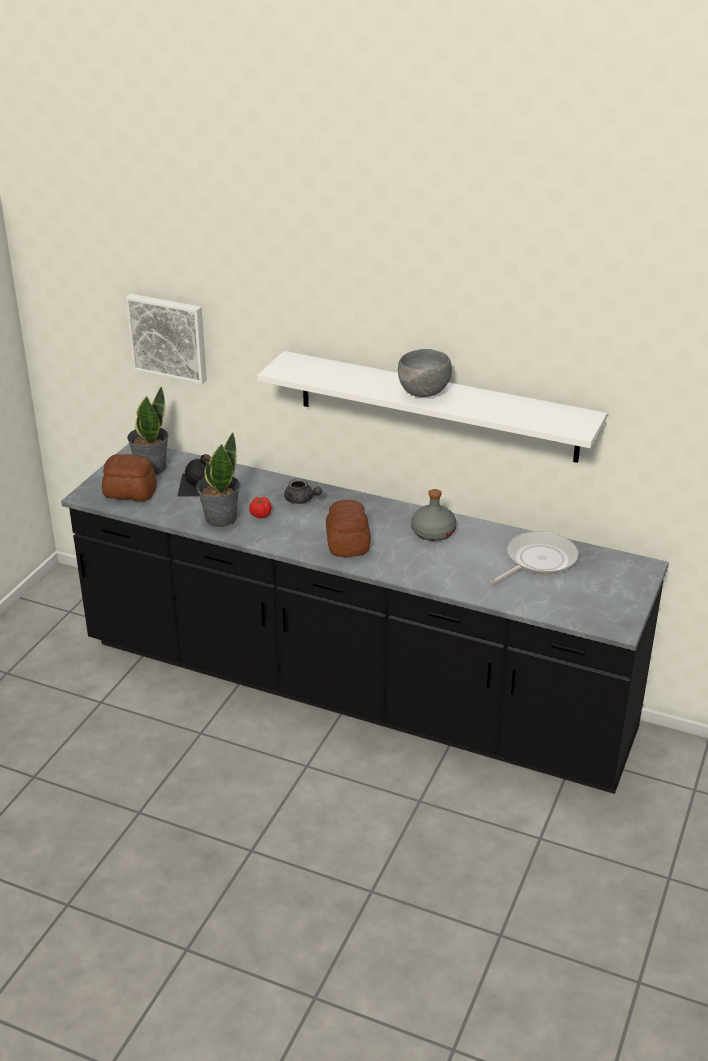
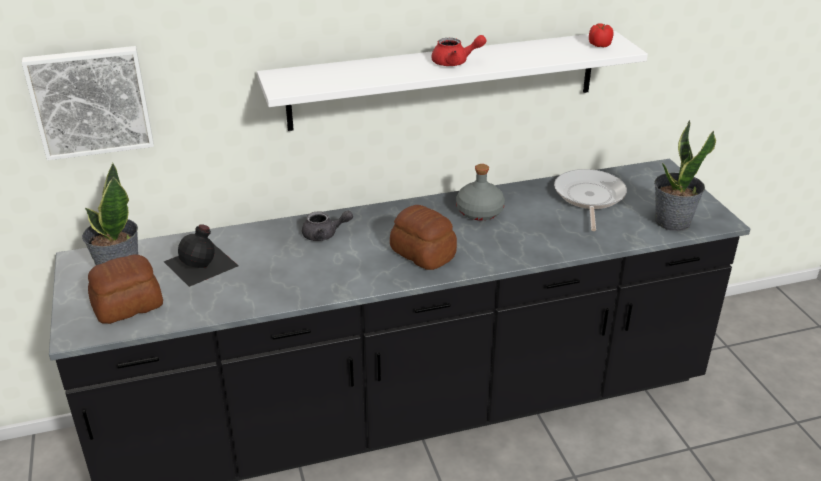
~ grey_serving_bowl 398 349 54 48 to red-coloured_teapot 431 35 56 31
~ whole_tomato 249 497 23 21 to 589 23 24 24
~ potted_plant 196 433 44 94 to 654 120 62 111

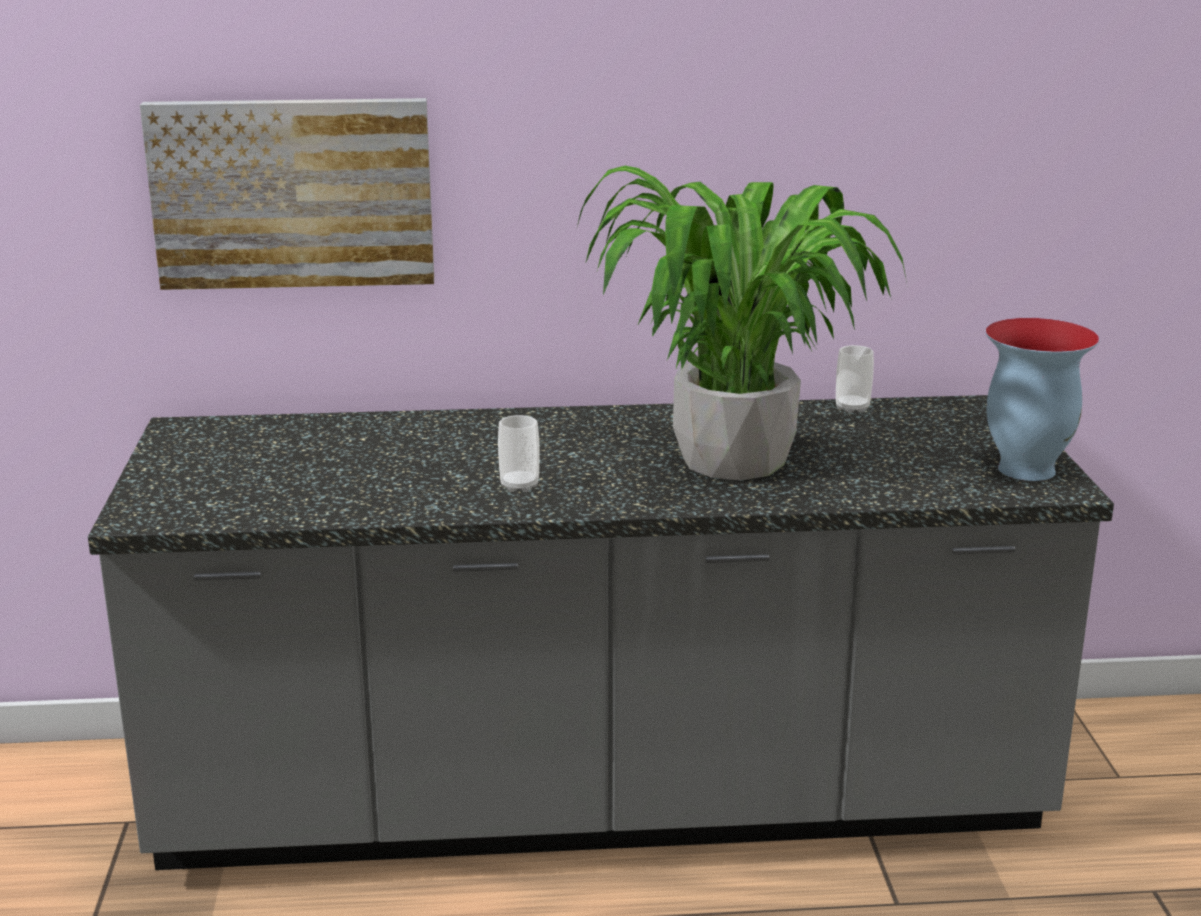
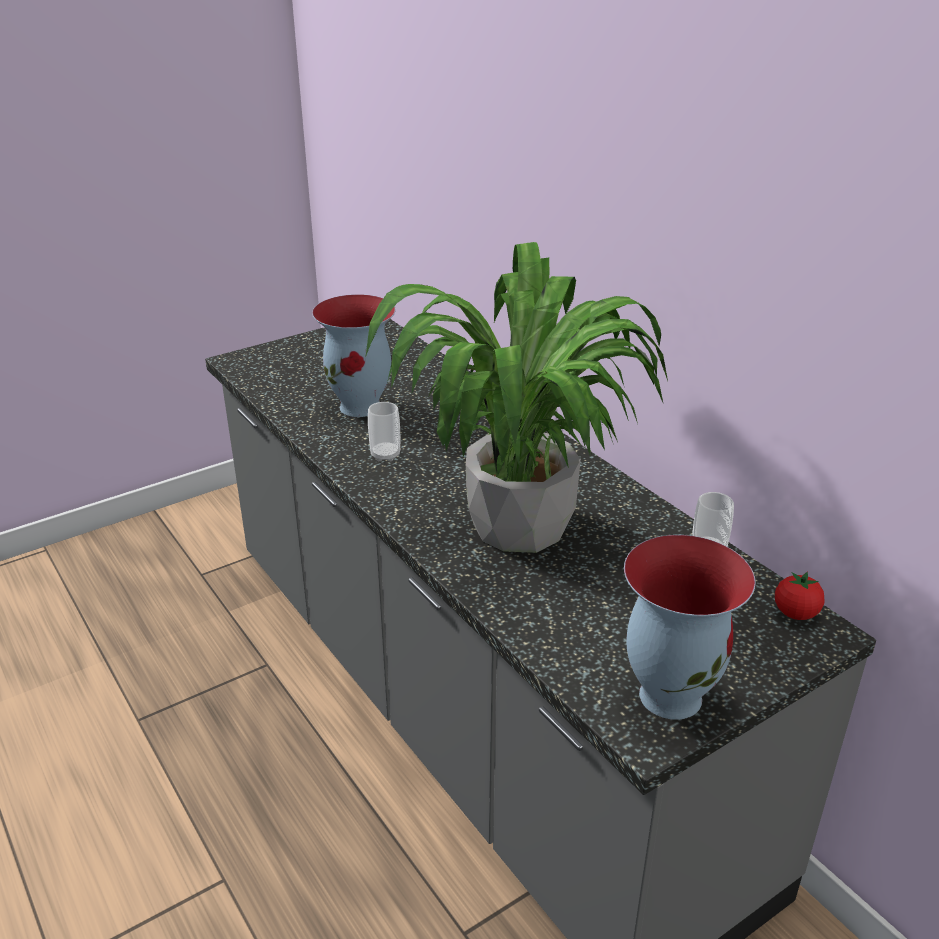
+ flower_vase 312 294 84 123
+ whole_tomato 775 572 50 48
- picture 140 98 294 192

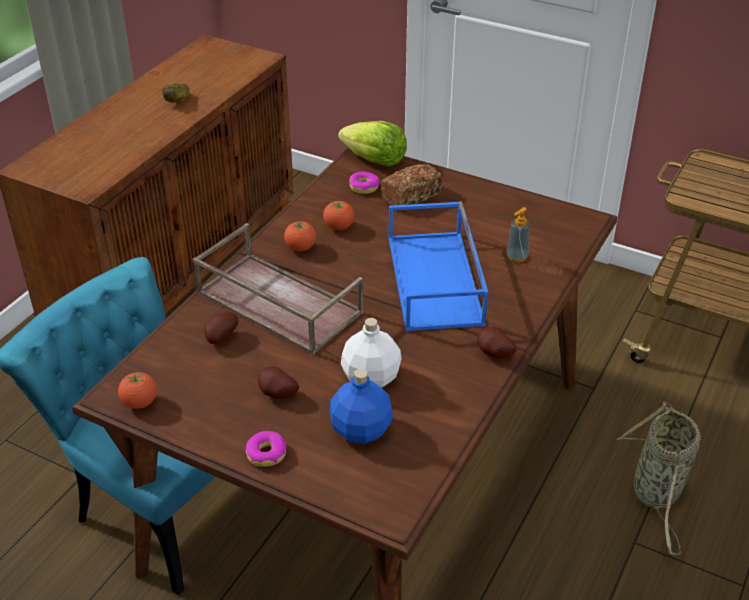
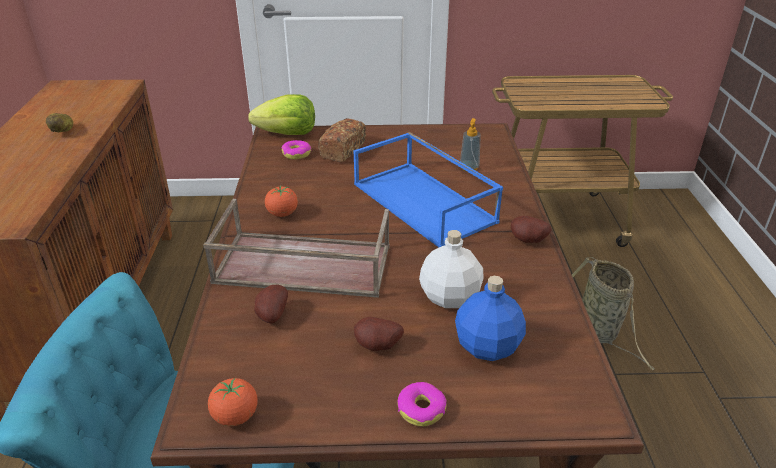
- whole_tomato 323 201 31 29

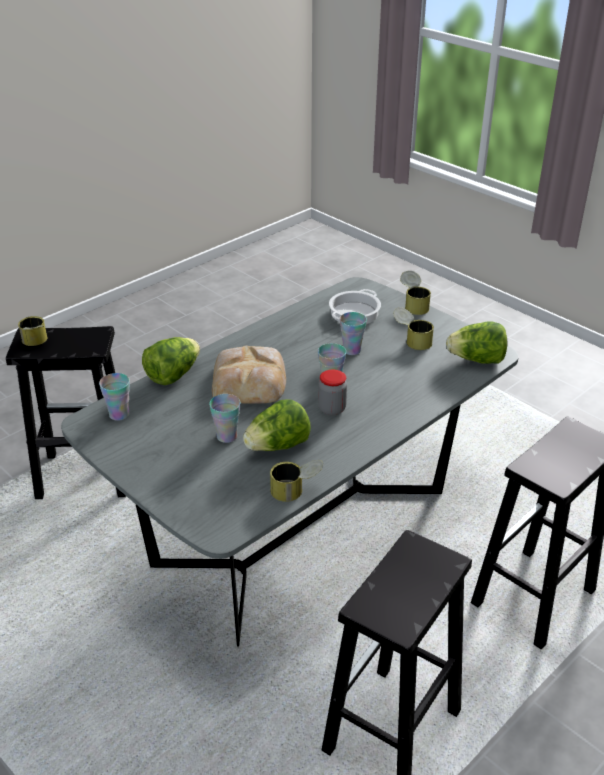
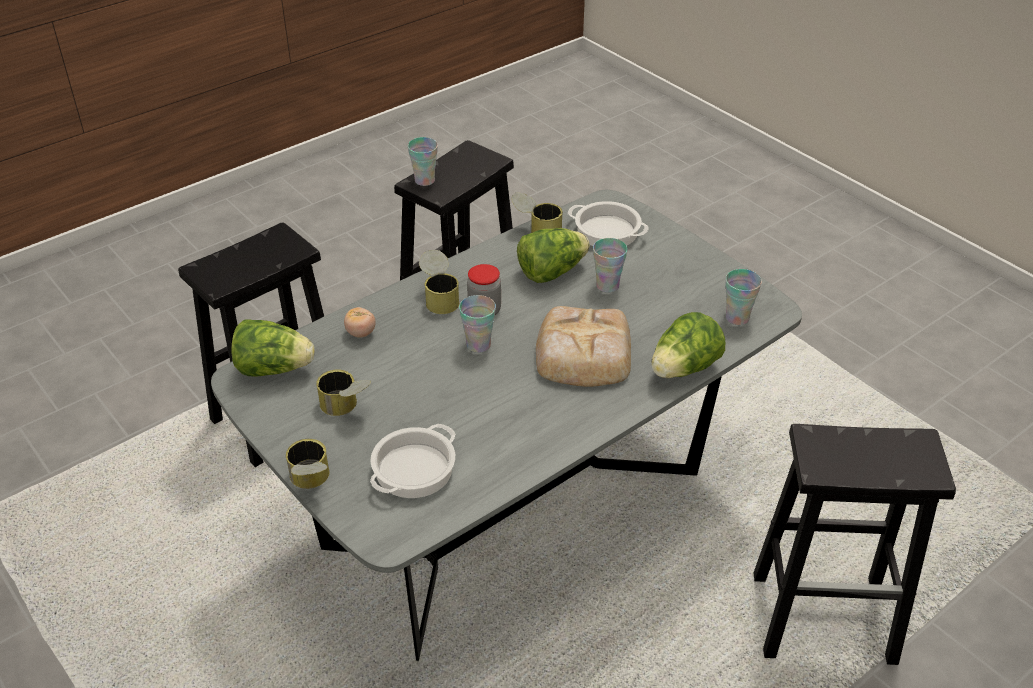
+ whole_tomato 344 307 32 31
~ cup 340 312 27 43 to 408 137 30 49
~ metal_can 18 316 30 30 to 419 250 40 64
+ stockpot 568 201 81 45

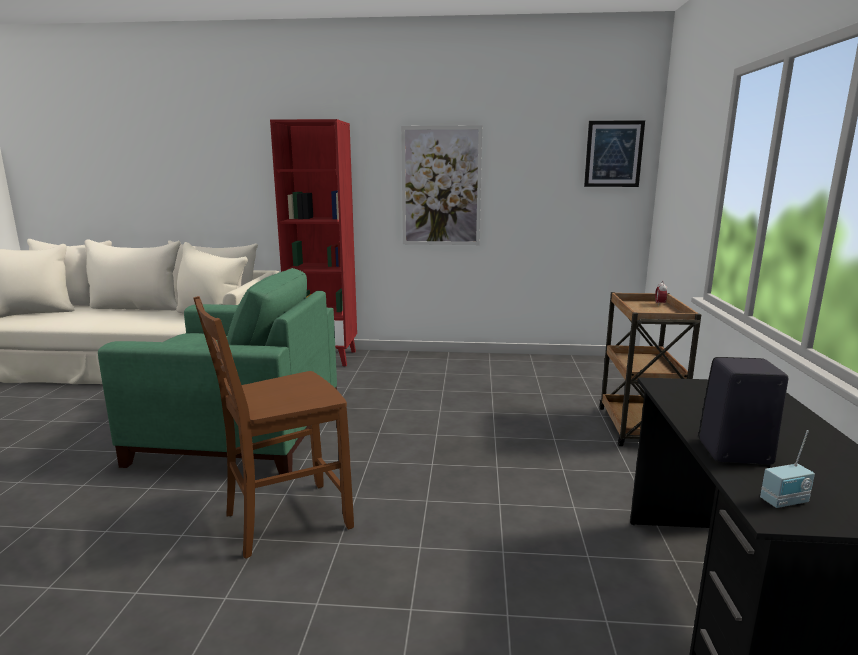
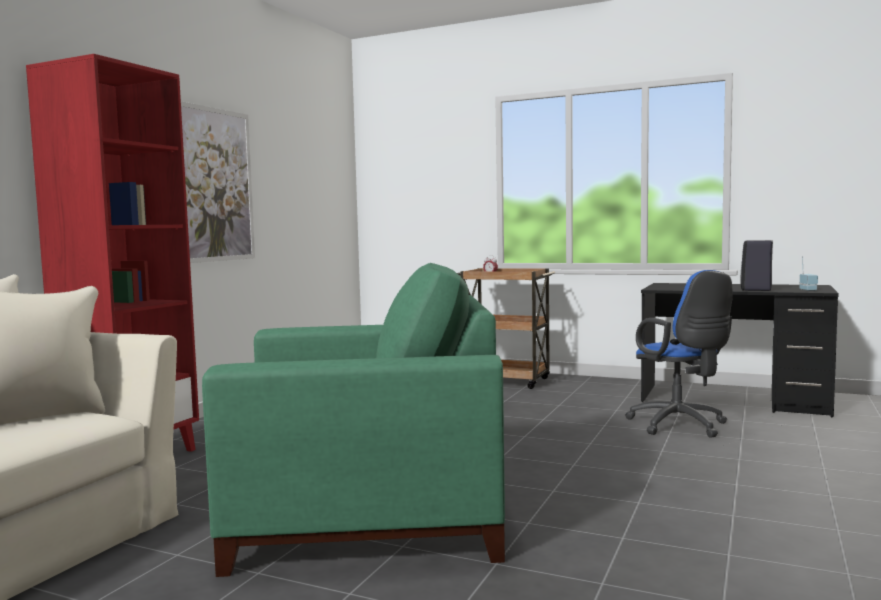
~ green_lounge_chair 98 268 239 207 = 202 263 303 314 60 degrees clockwise
+ blue-coloured_office_chair 625 270 108 168
- brownish_upright_chair 194 296 160 263
- picture 584 120 61 67

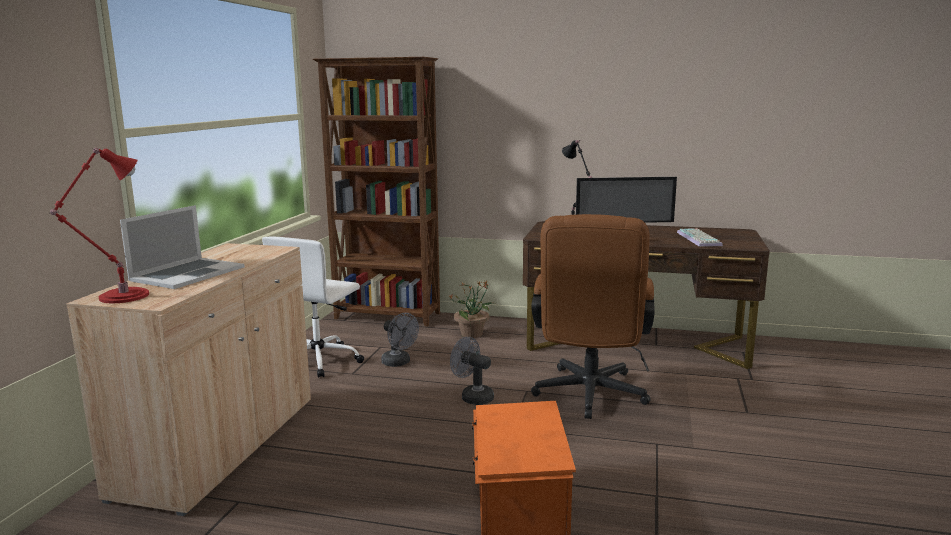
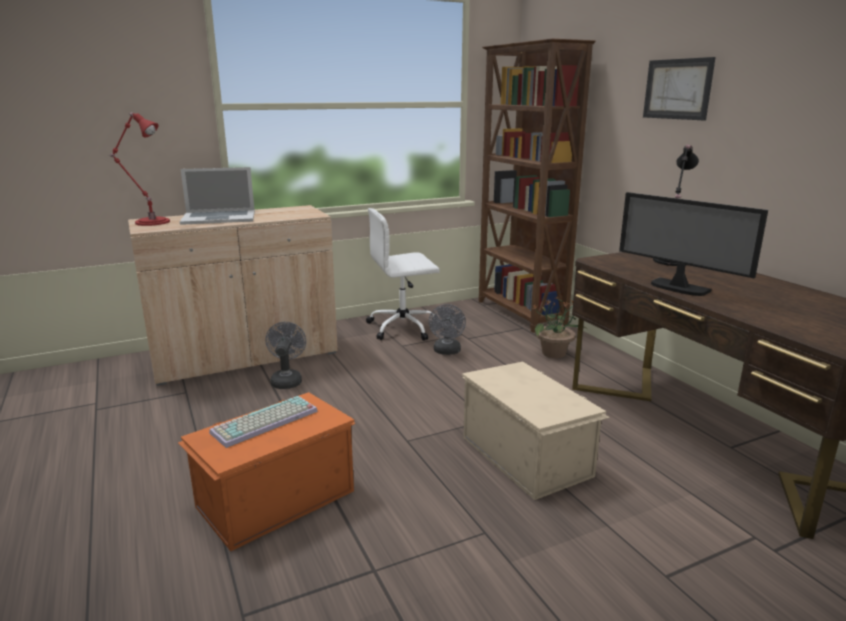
~ keyboard 677 228 46 19 to 209 396 109 52
~ grey_electric_fan 450 337 44 68 to 266 322 40 67
~ brownish_office_chair 531 214 124 205 to beige_storage_box 462 362 148 138
+ picture 643 57 73 63

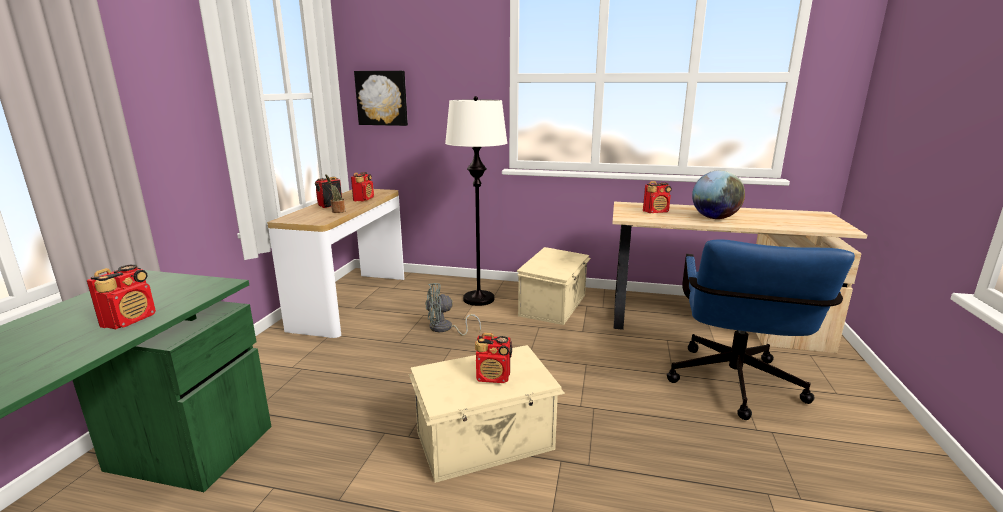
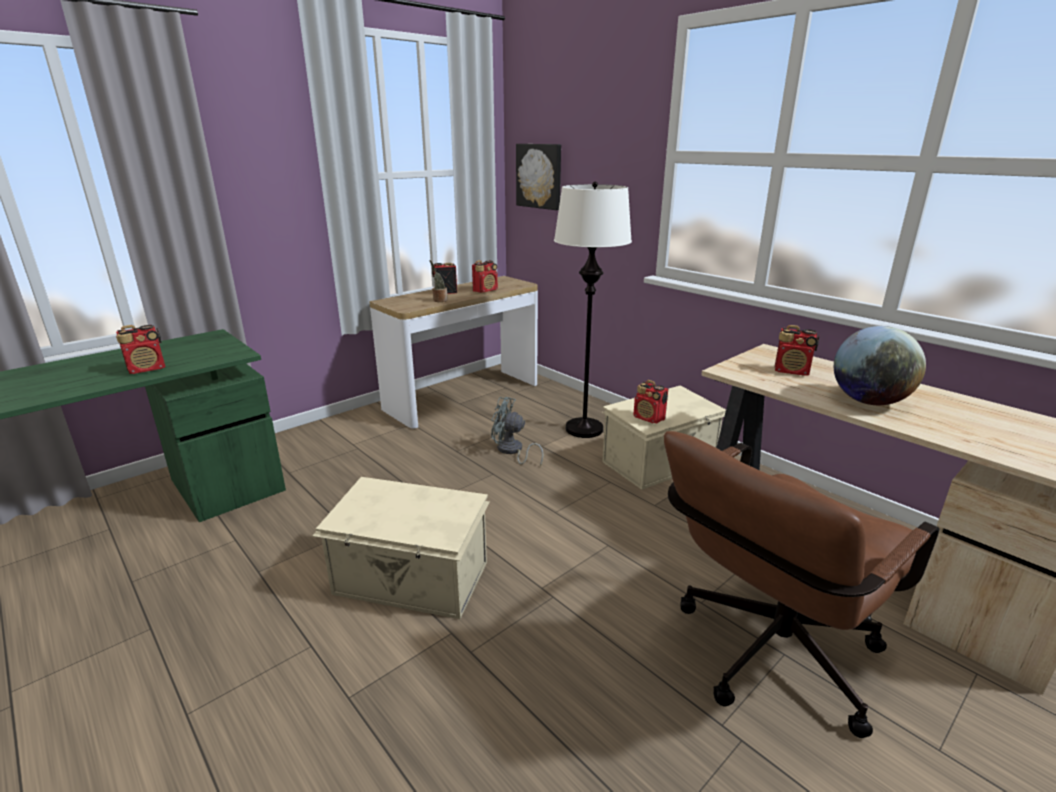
~ radio_set 475 333 37 50 to 633 380 35 44
~ blue-coloured_office_chair 667 239 188 181 to brownish_office_chair 664 431 275 307

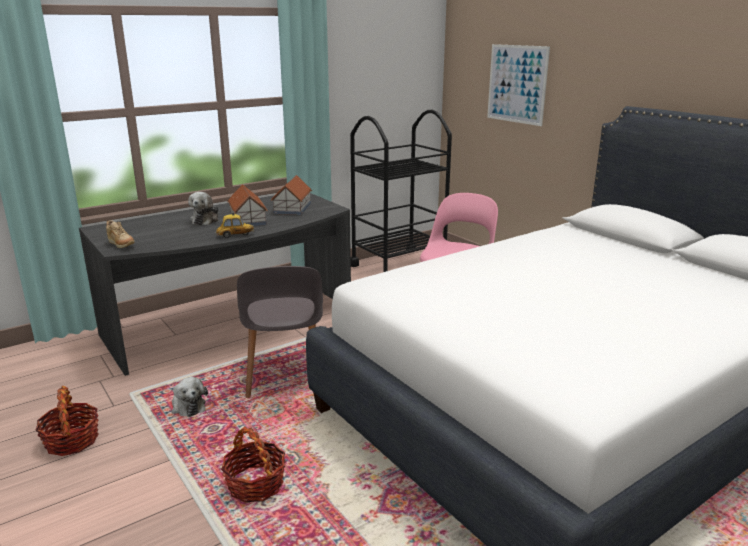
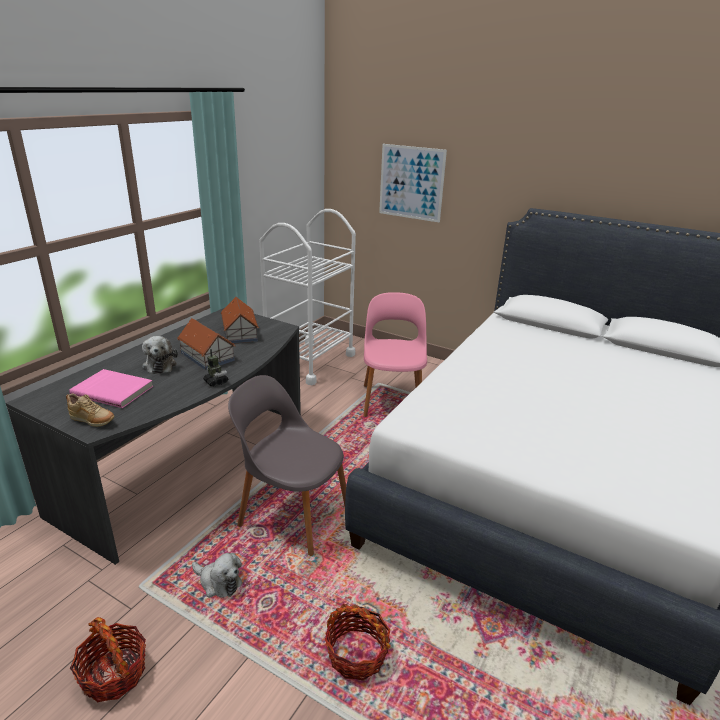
+ pink-coloured_volume 69 369 84 39
~ model_car 215 211 39 27 to toy_robot 203 349 25 37
~ grey_upright_chair 237 266 86 132 = 228 375 118 181 150 degrees clockwise
~ black_wheeled_cart 350 110 102 162 to whitish_wheeled_cart 259 209 97 176

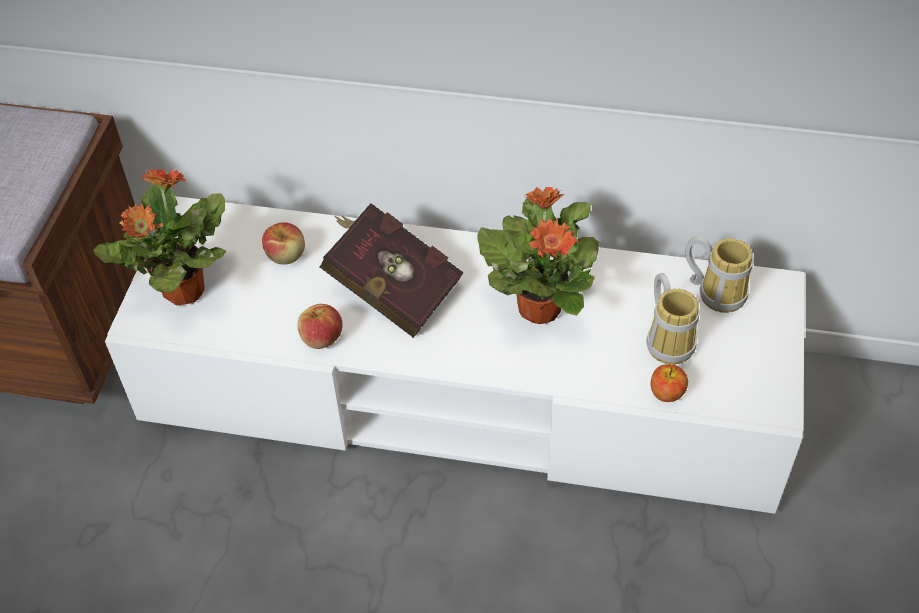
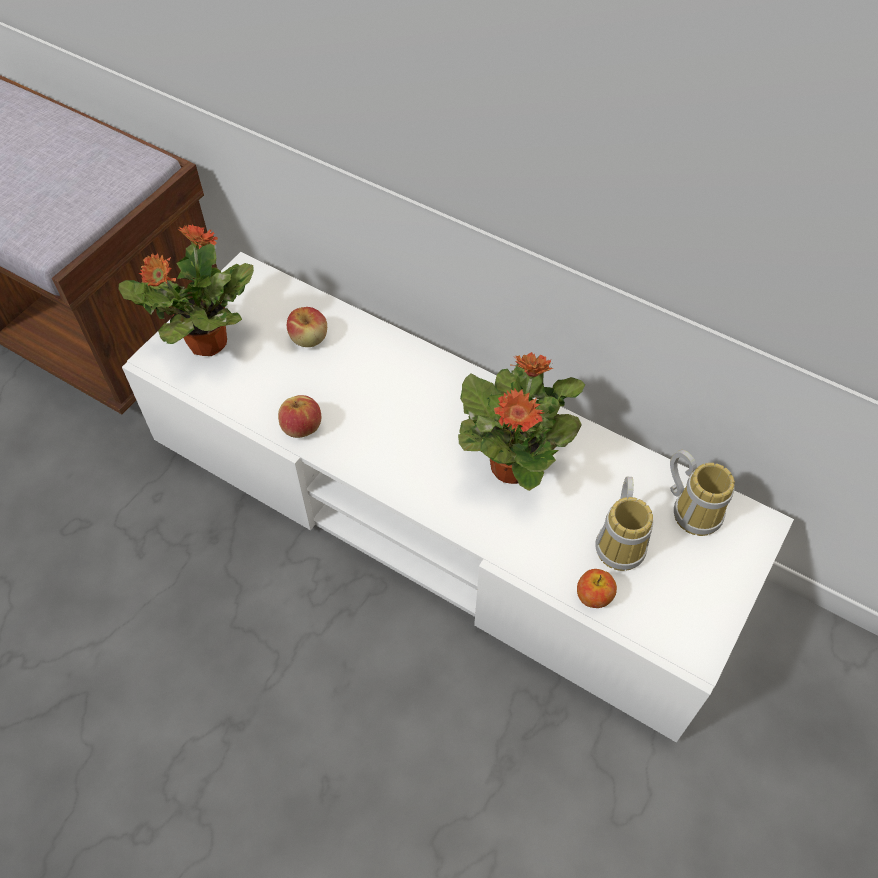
- red-coloured_volume 319 203 145 135

